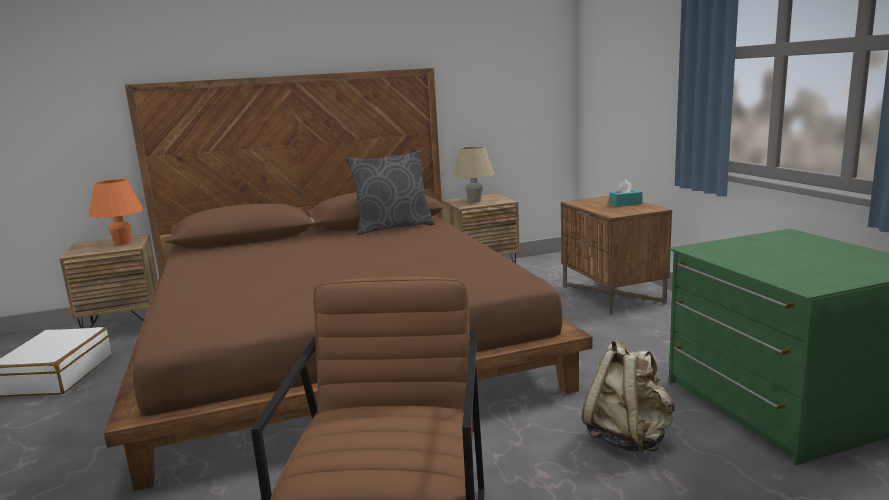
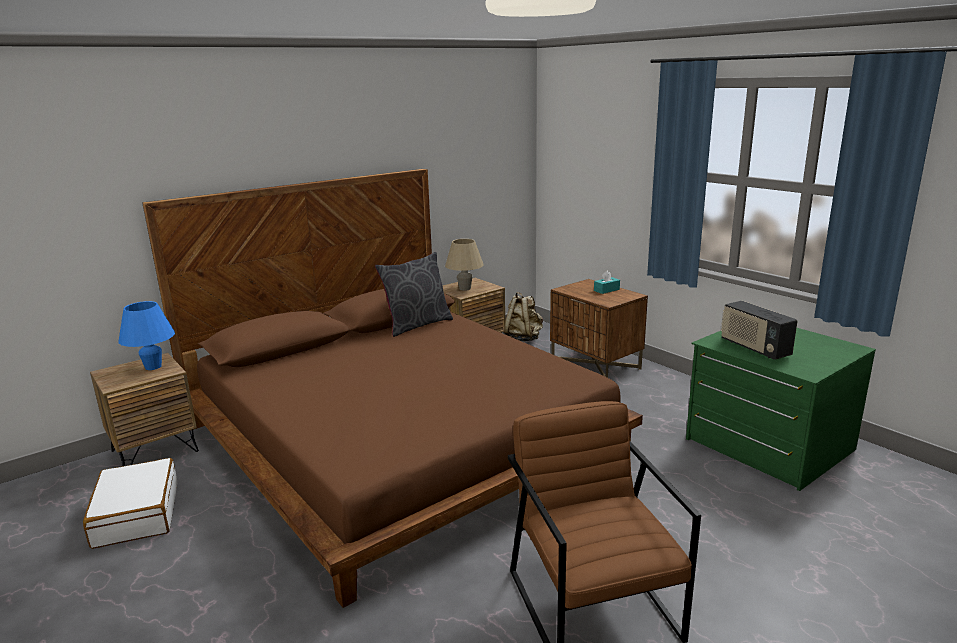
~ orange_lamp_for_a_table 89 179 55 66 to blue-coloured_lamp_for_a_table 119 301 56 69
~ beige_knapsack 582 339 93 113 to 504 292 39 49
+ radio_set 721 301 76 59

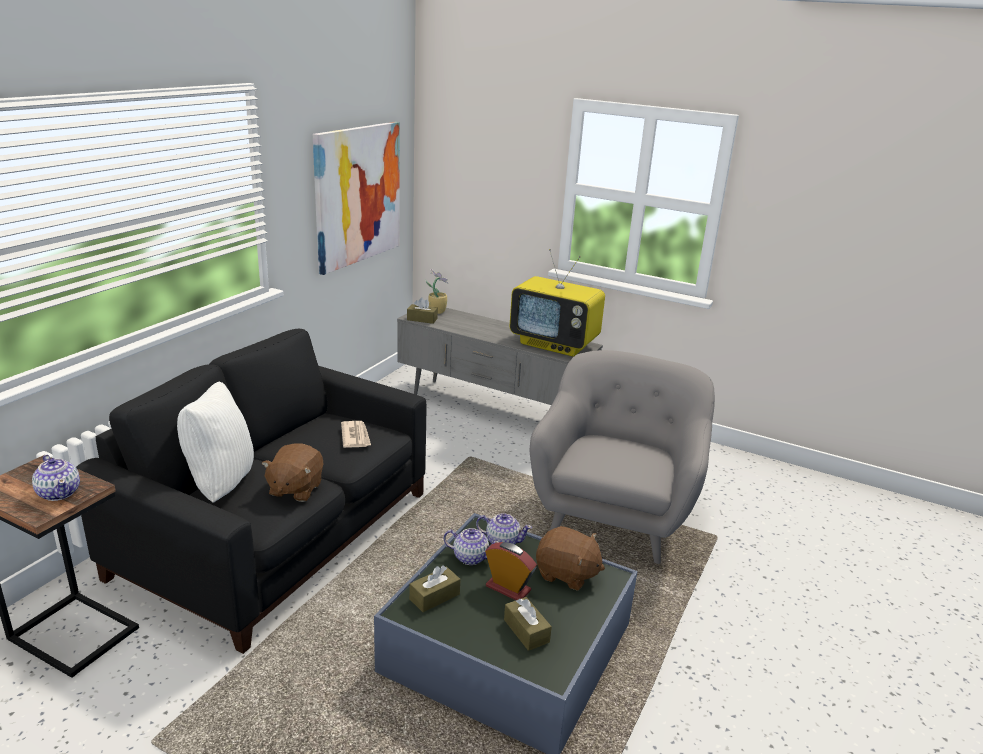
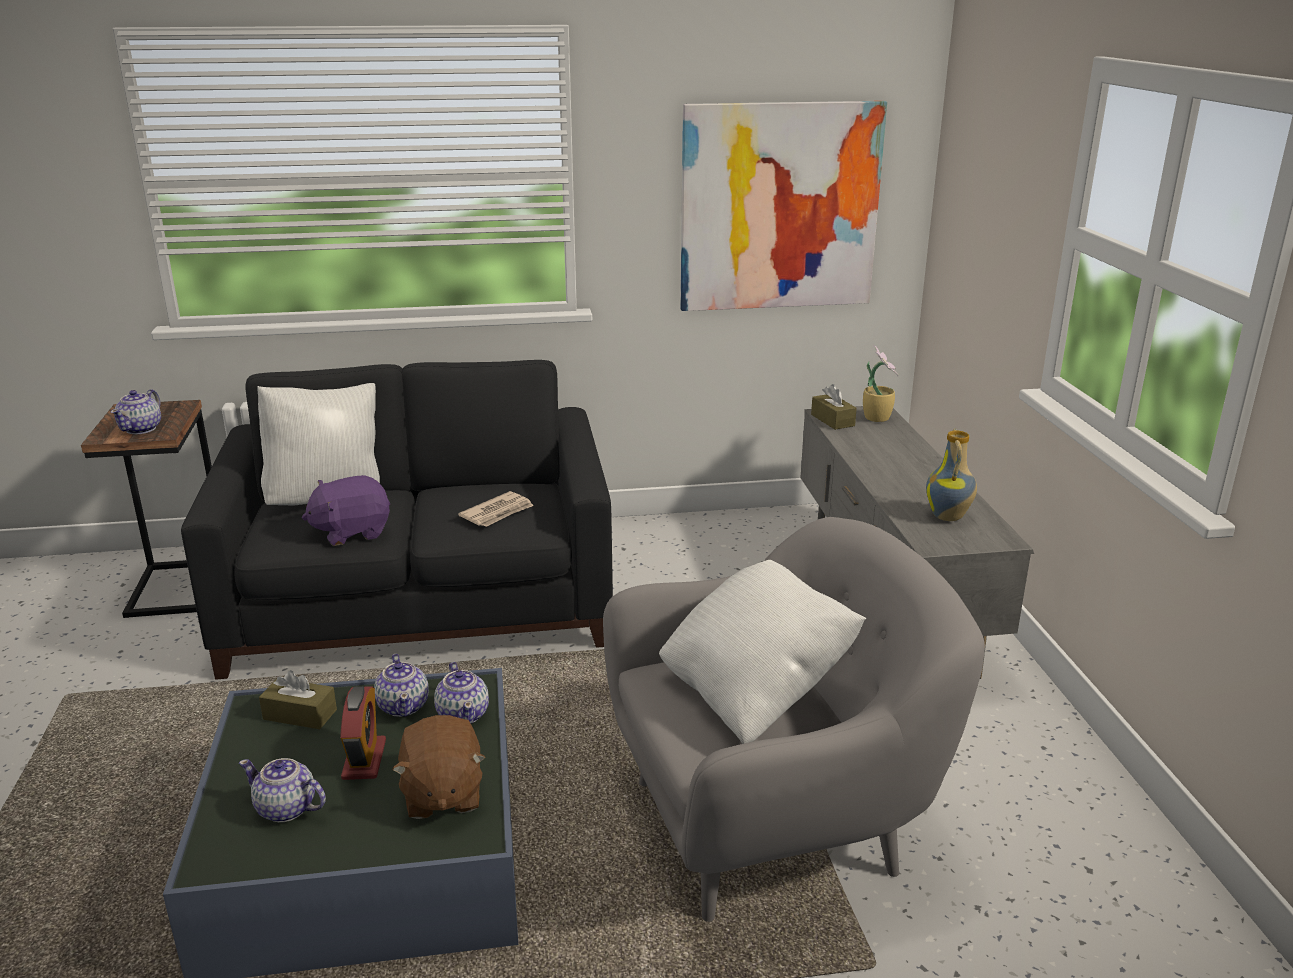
~ brownish_box_of_tissues 504 597 48 54 to teapot 239 758 87 64
~ brownish_cuddly_toy 262 444 62 58 to purplish_cuddly_toy 302 475 88 71
+ whitish_pillow 659 560 208 184
~ television 510 249 95 108 to flower_vase 926 429 51 92

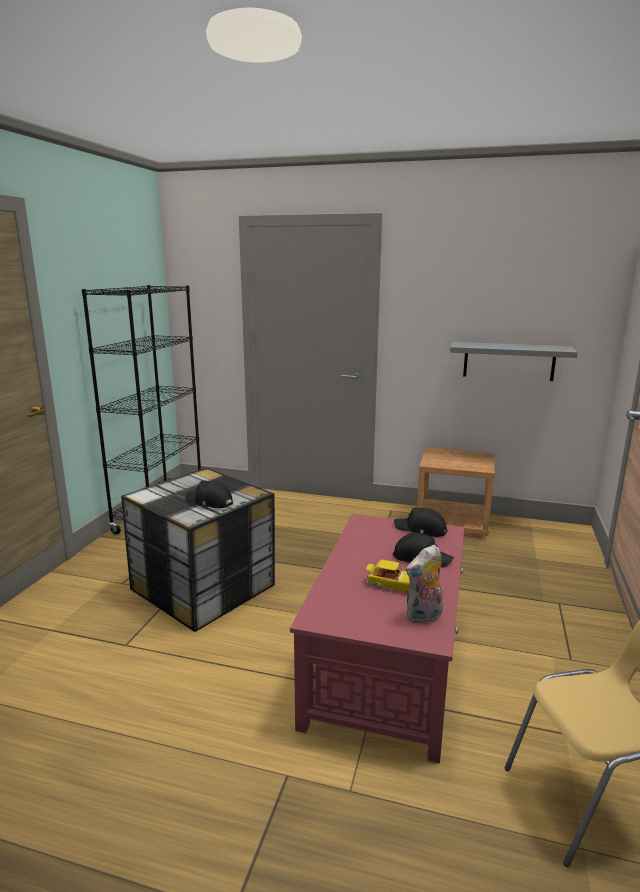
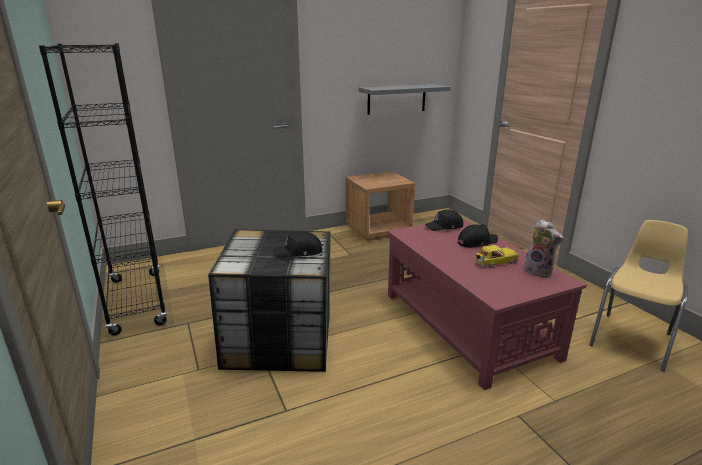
~ cuddly_toy 406 545 37 78 = 521 219 42 59 60 degrees counterclockwise

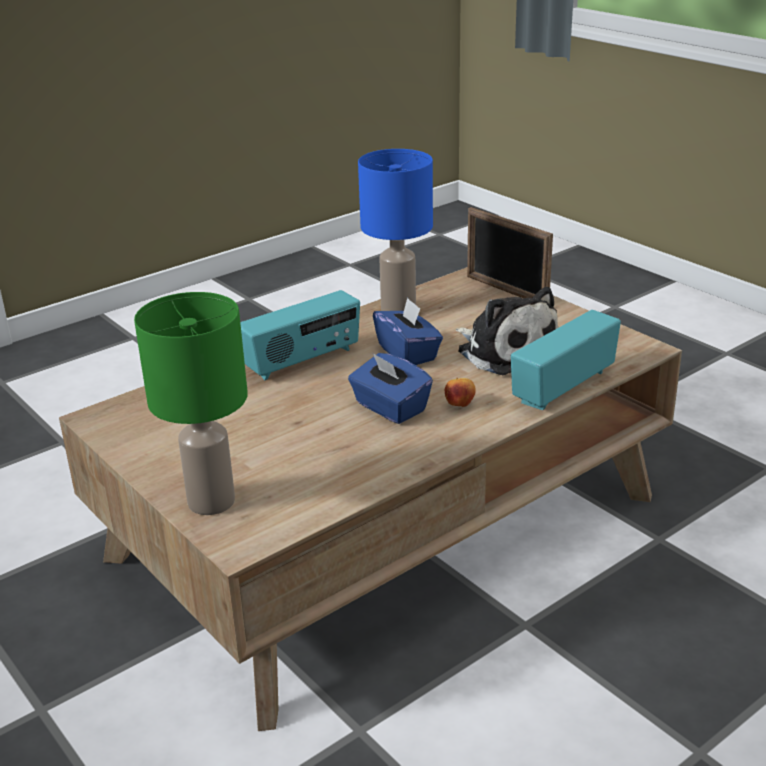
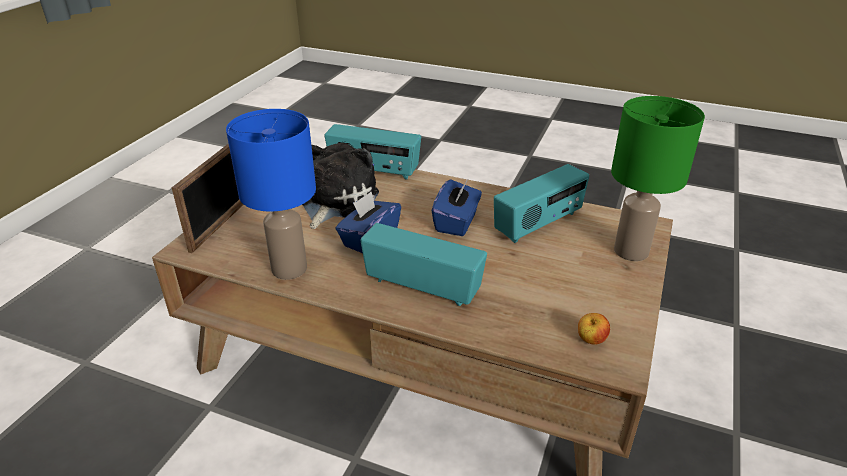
+ radio_set 494 164 95 79
~ whole_apple 444 378 32 29 to 578 313 32 32

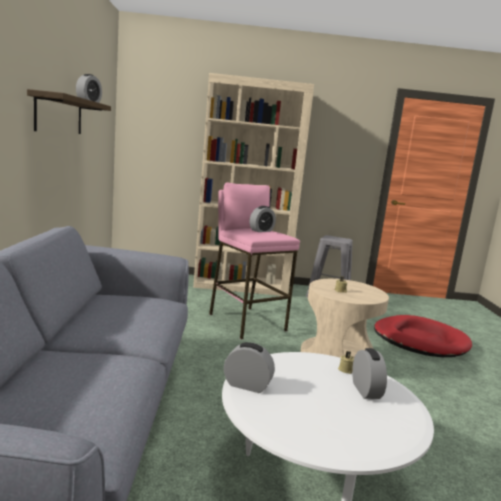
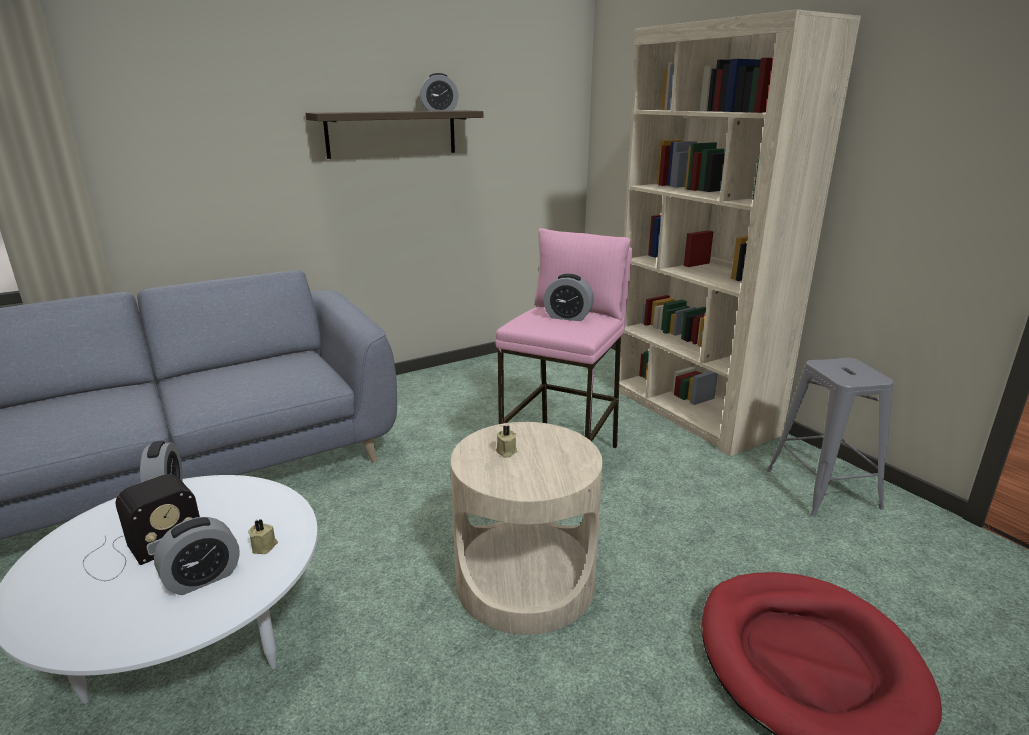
+ radio_set 83 474 117 107

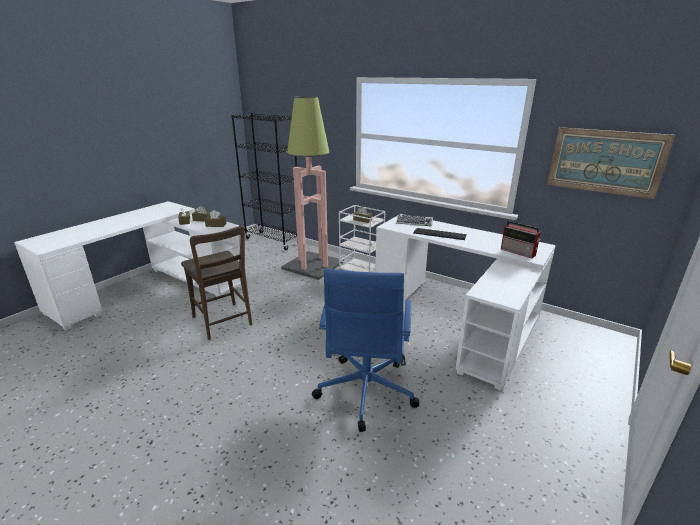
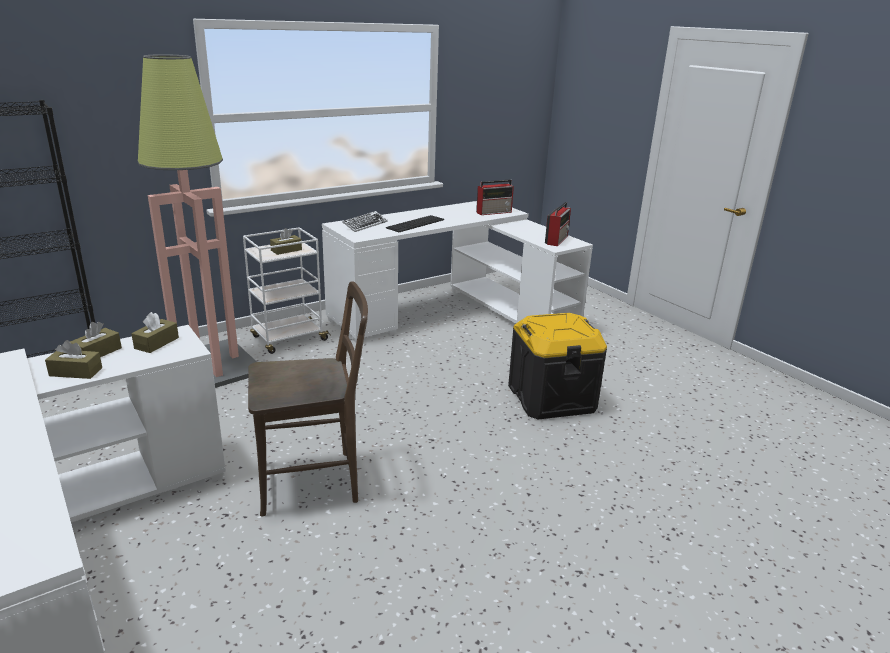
~ blue-coloured_office_chair 312 269 107 163 to black_storage_box 508 313 99 106
+ radio_set 545 202 26 44
- picture 547 127 128 72

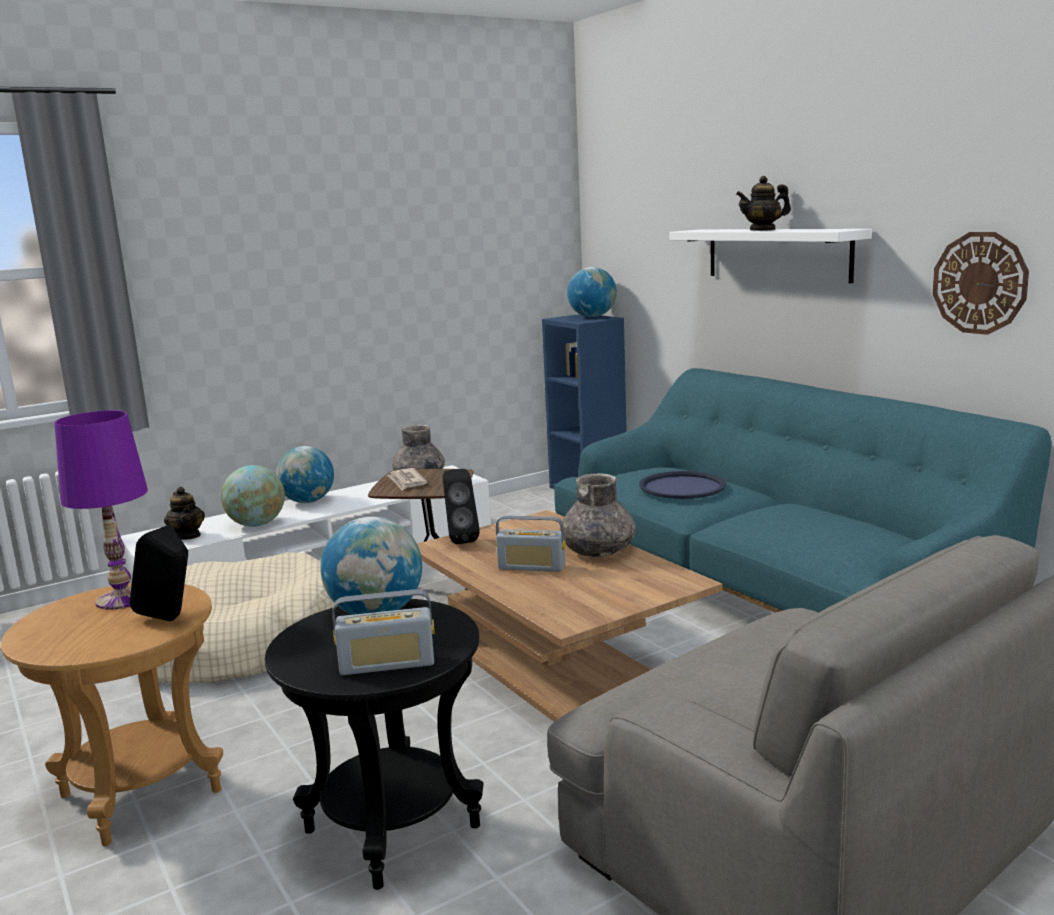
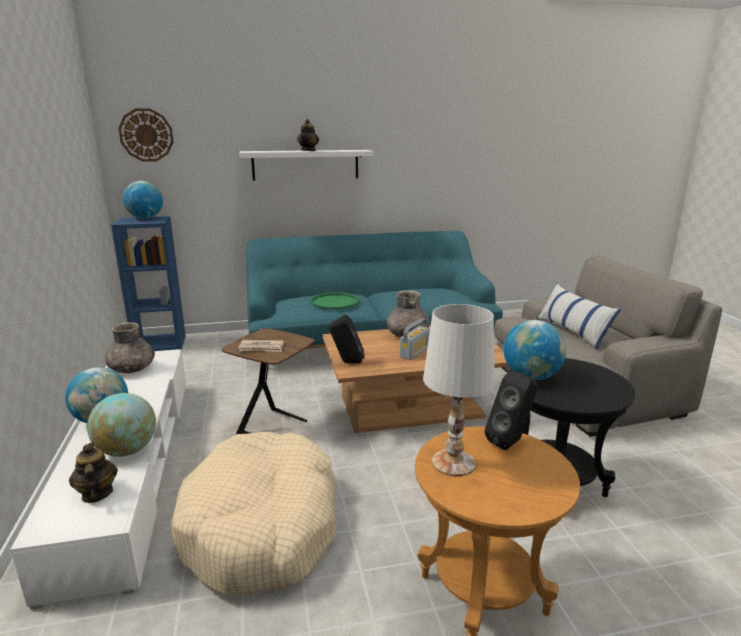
~ teapot 164 487 41 53 = 69 443 49 60 105 degrees counterclockwise
~ hanging_clock 933 232 96 103 to 118 108 55 54
~ blue-coloured_carrying_tray 639 471 87 28 to green_carrying_tray 310 292 50 17
~ purplish_lamp_for_a_table 54 410 94 200 to whitish_lamp_for_a_table 423 304 72 172
+ pillow 536 283 85 66
- radio_set 332 589 103 86

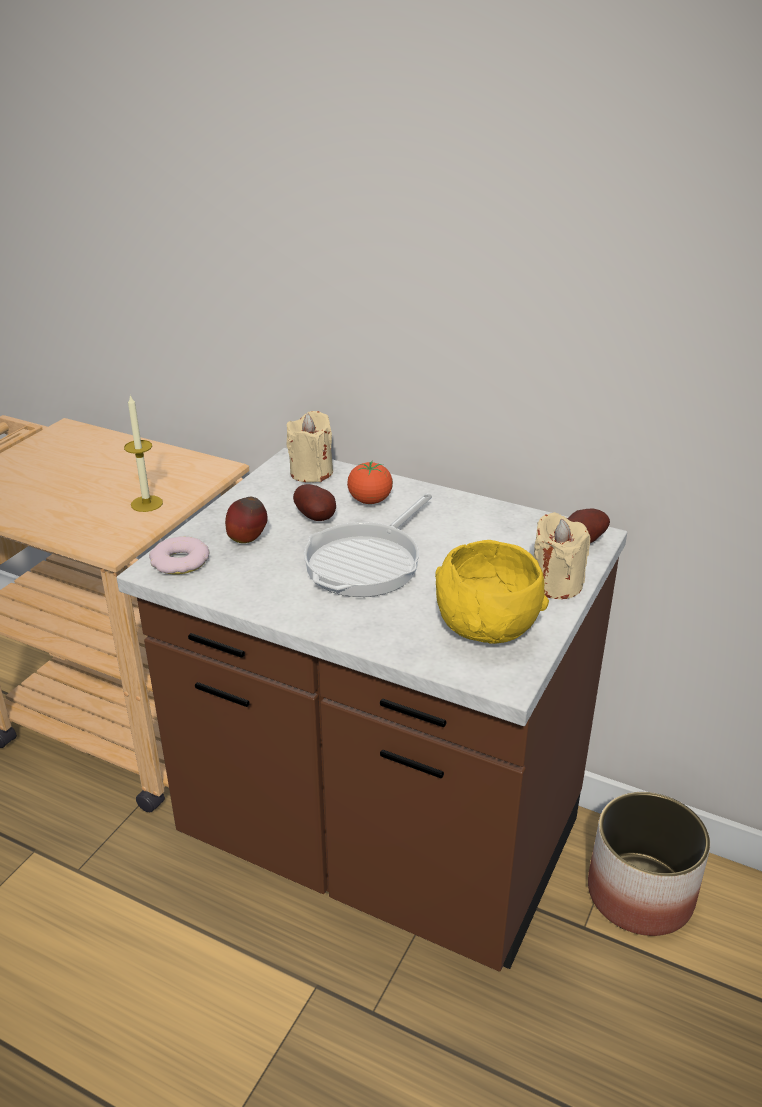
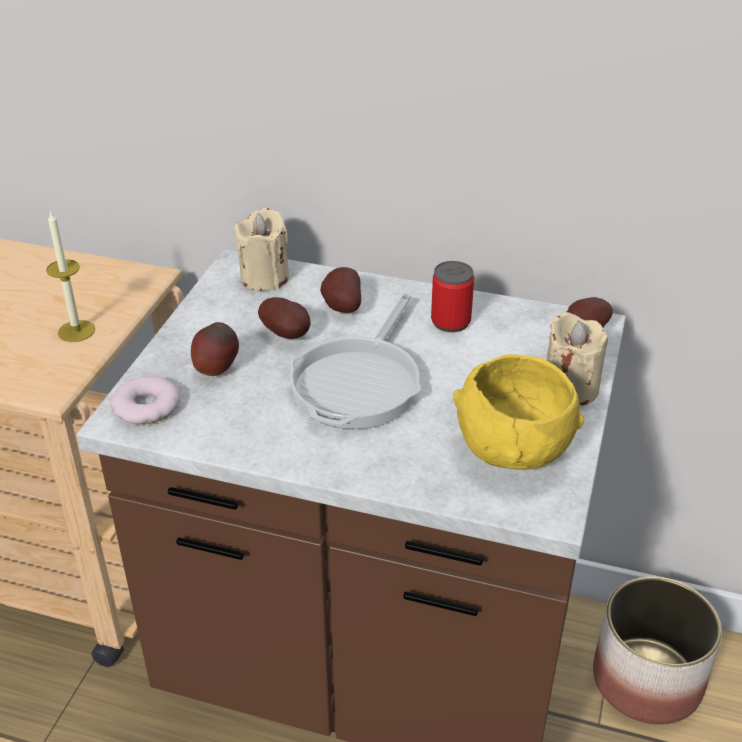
~ whole_tomato 347 460 46 44 to whole_potato 320 267 41 46
+ metal_can 431 261 43 71

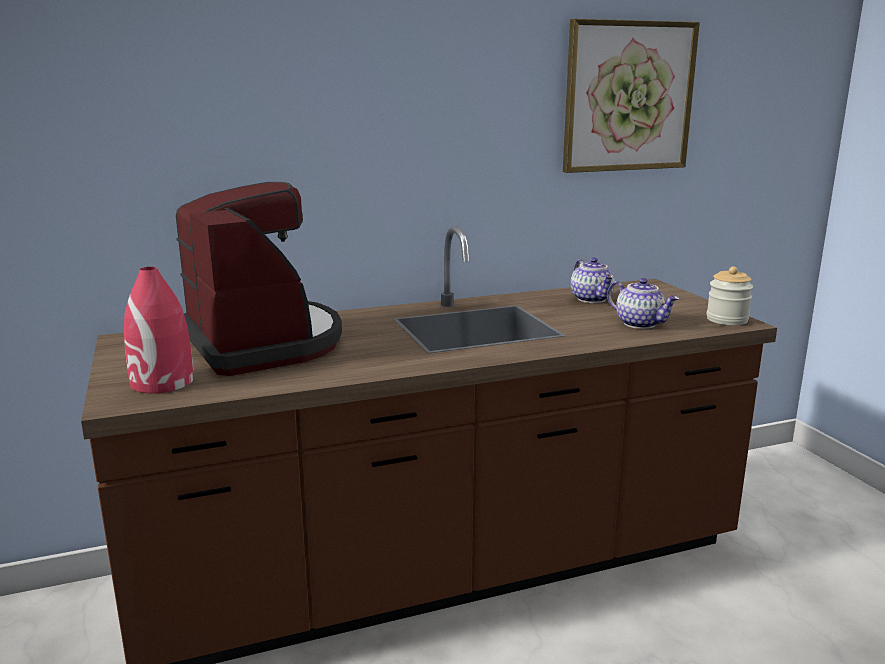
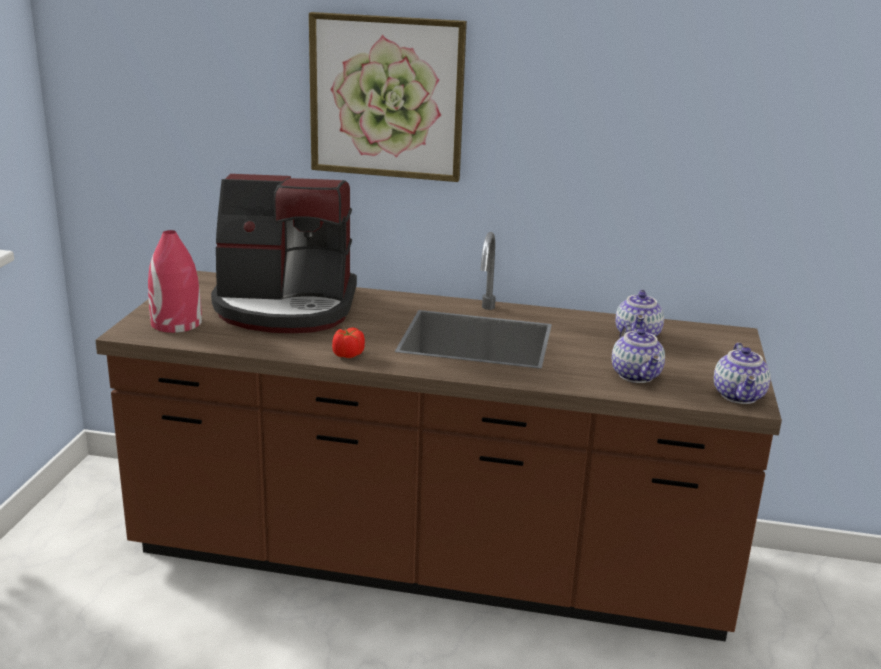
~ coffee_machine 176 182 166 194 = 211 174 146 159 90 degrees clockwise
~ picture 563 19 137 154 to 309 12 158 170
+ whole_tomato 332 328 33 30
~ preserve_jar 706 266 47 59 to teapot 714 343 57 61

